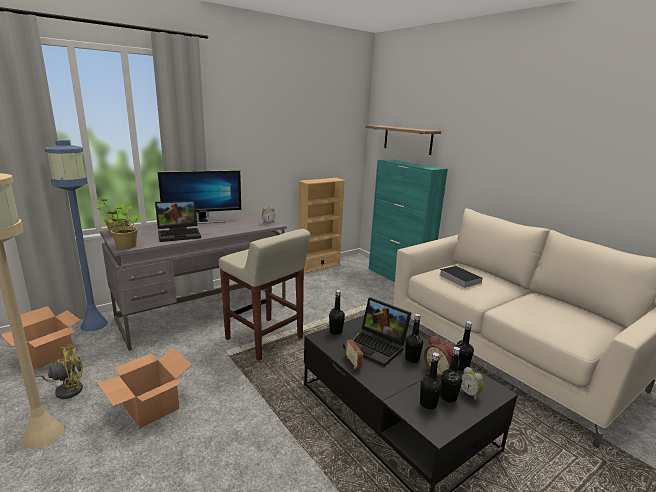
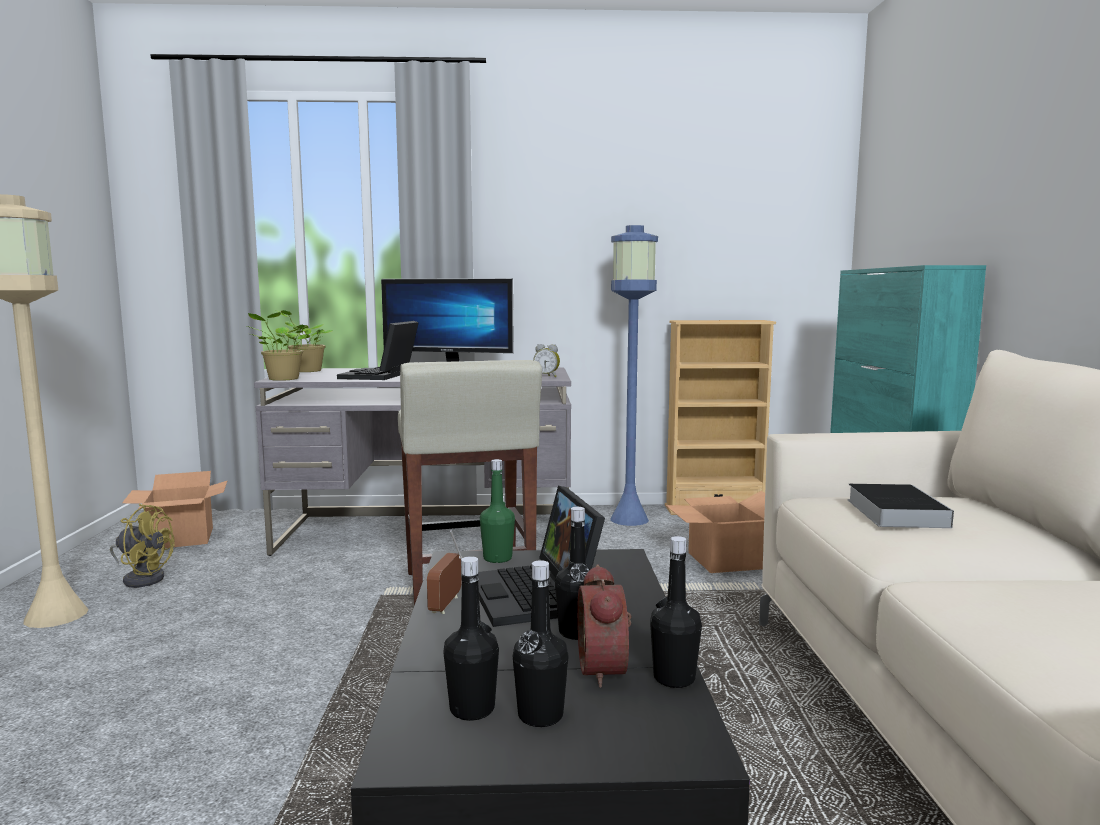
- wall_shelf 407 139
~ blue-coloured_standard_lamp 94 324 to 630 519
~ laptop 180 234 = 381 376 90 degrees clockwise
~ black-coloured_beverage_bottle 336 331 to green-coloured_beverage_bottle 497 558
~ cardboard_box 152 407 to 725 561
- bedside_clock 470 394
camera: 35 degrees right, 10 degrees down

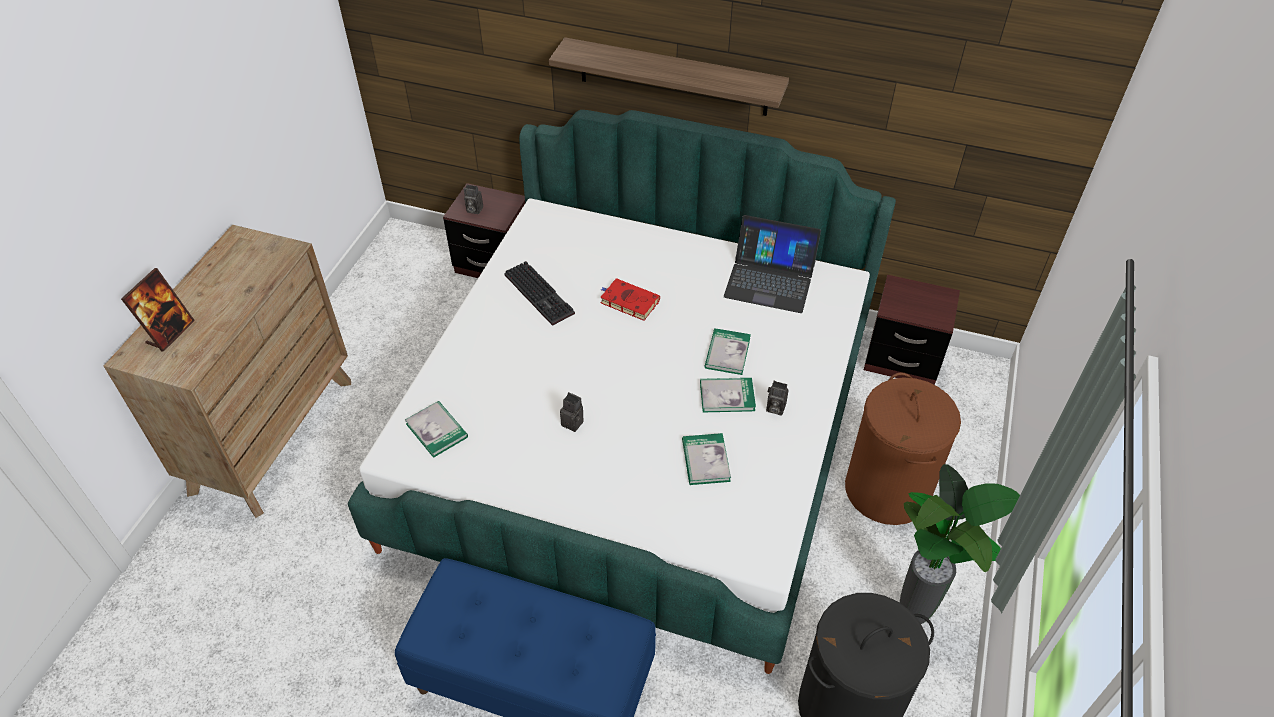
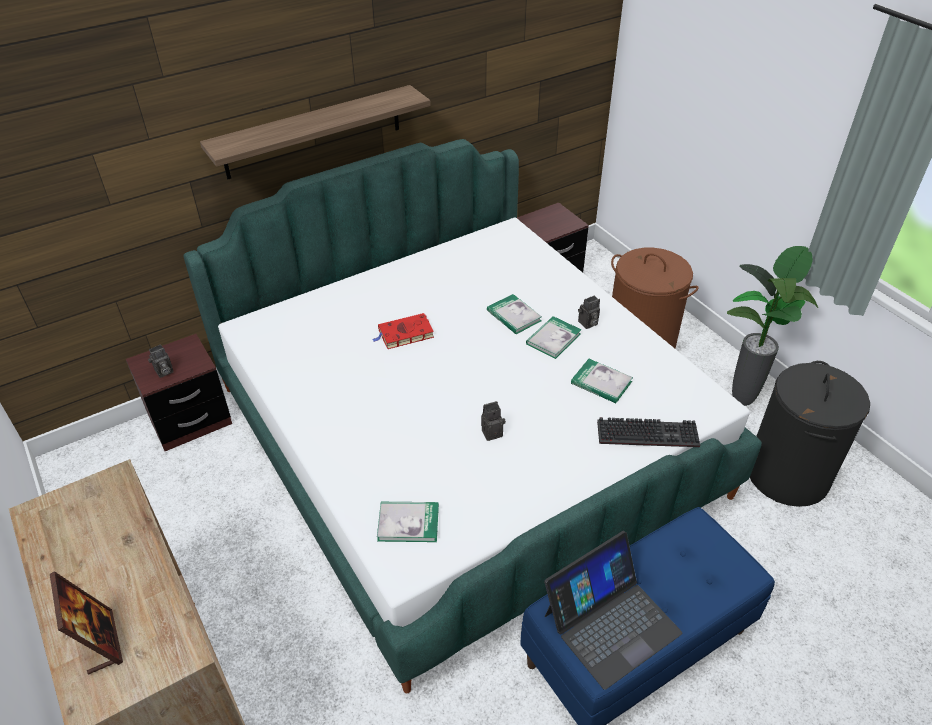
~ laptop 770 280 to 611 622
~ keyboard 541 294 to 649 433
camera: 50 degrees left, 5 degrees down

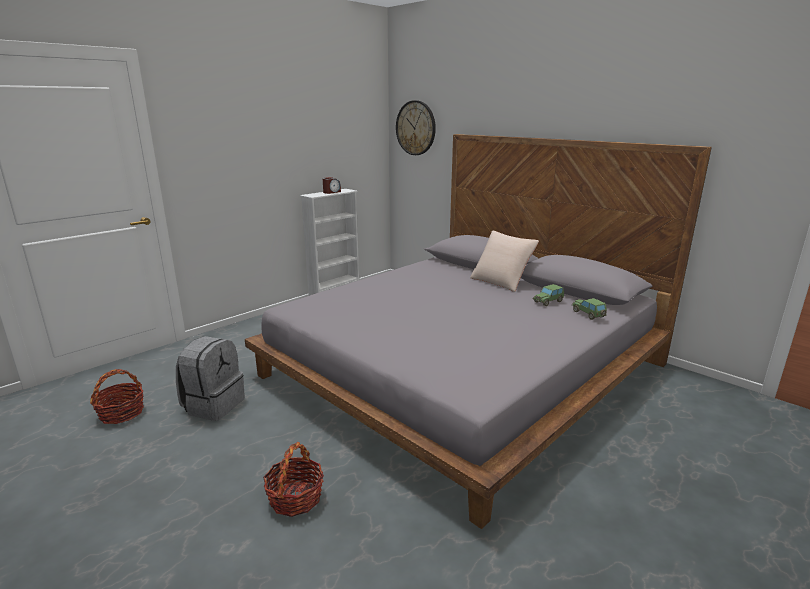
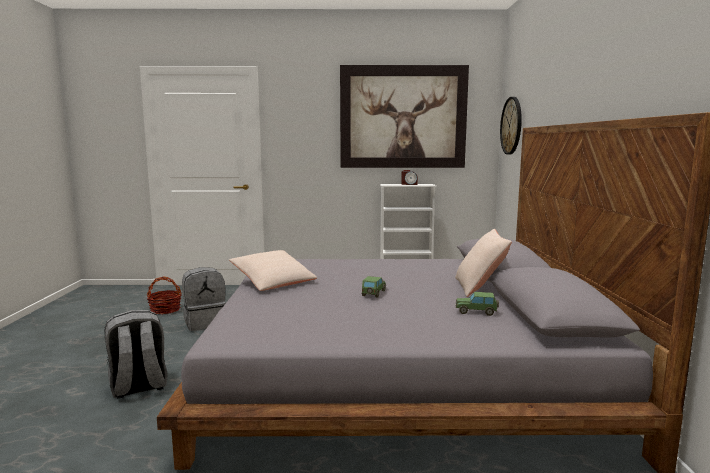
~ model_car 588 314 to 373 293
~ basket 295 498 to grey_rucksack 138 387
+ wall_art 403 117
+ beige-coloured_pillow 273 282
camera: 45 degrees right, 10 degrees down

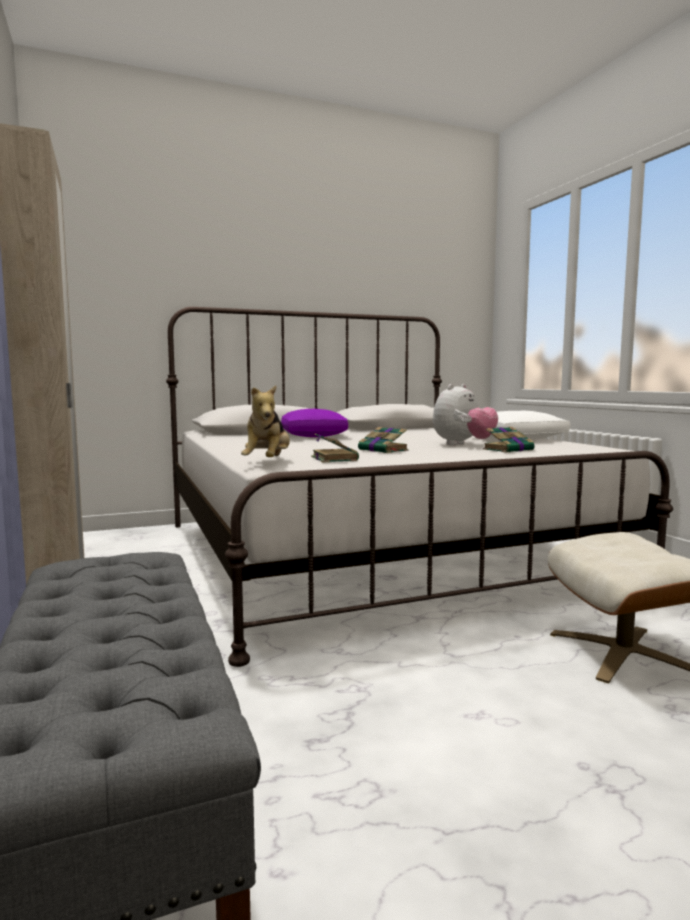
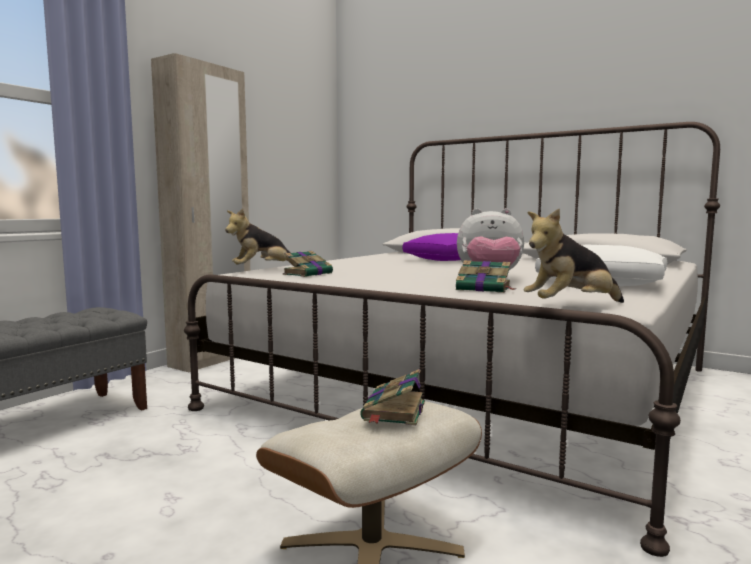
~ book 383 450 to 393 411
+ soft_toy 571 307
camera: 55 degrees right, 0 degrees up

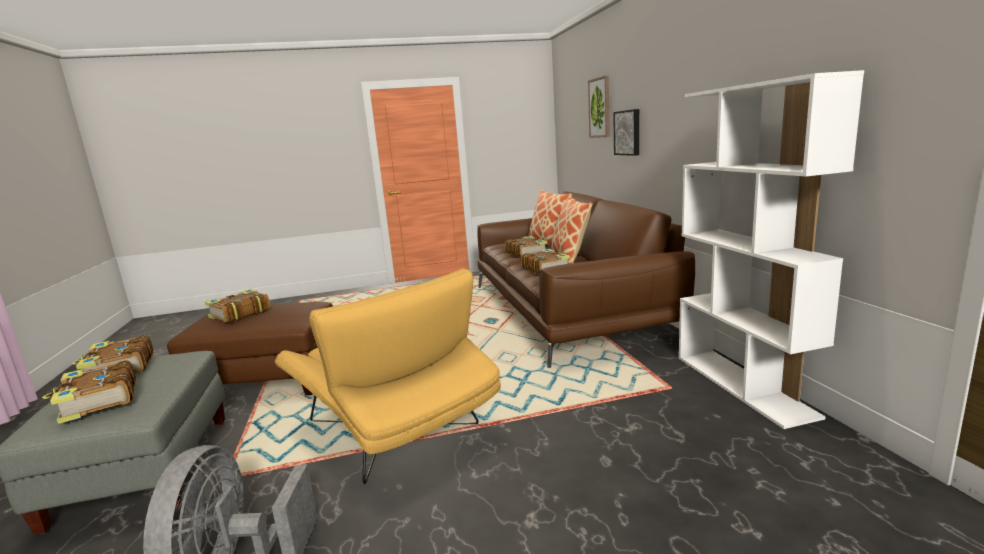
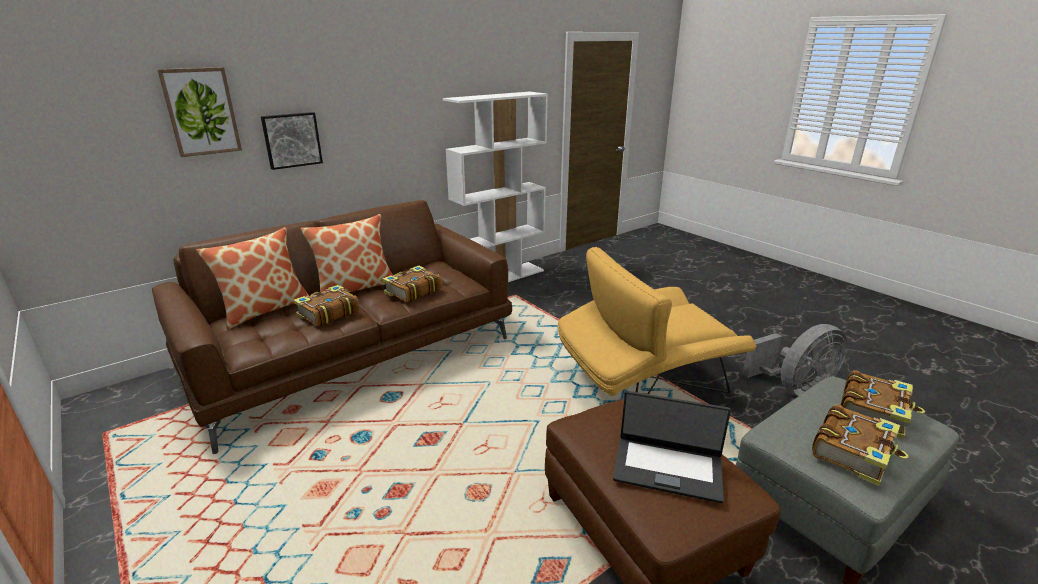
~ yellowish_armchair 396 430 = 643 382 135 degrees counterclockwise
~ book 239 314 to laptop 668 468
camera: 115 degrees left, 10 degrees up

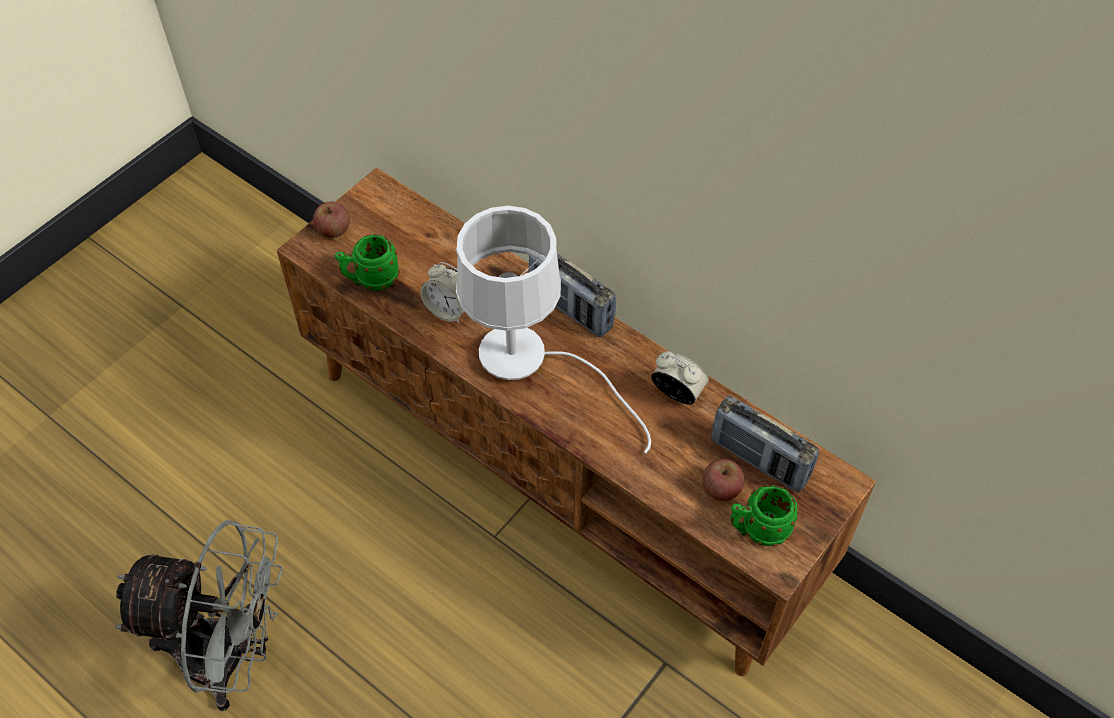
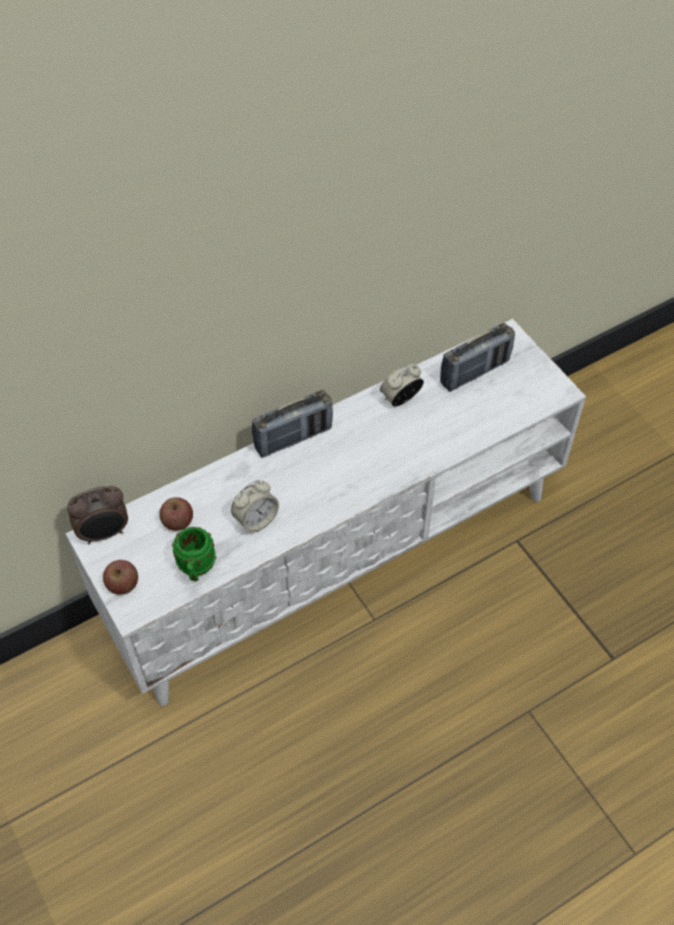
~ brown_tv_unit 560 474 to white_tv_unit 337 557
- white_lamp_for_a_table 530 365
~ whole_apple 721 488 to 178 521
- green-coloured_tea_mug 757 530
- grey_fan 231 657
+ bedside_clock 104 533
camera: 70 degrees left, 0 degrees up

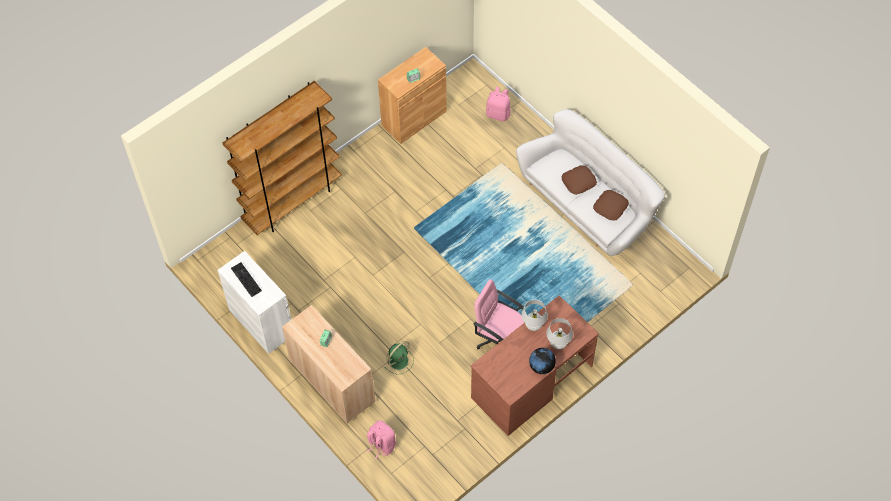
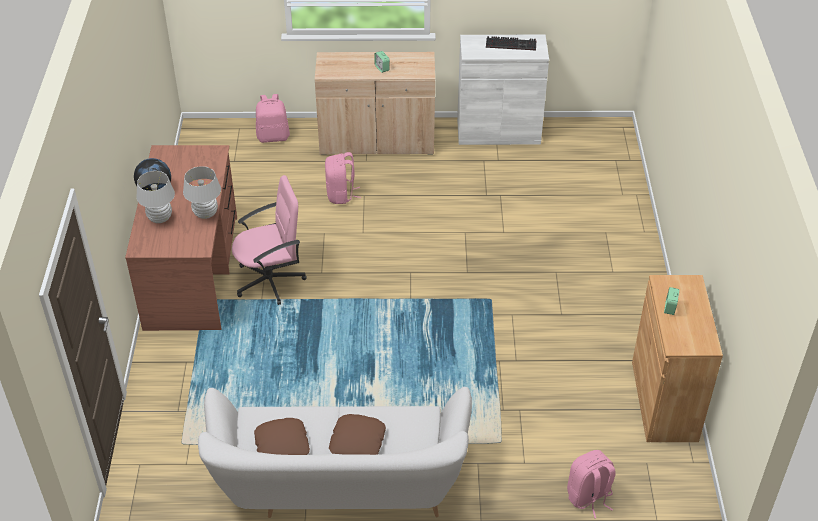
- brown_shelving_unit 292 202
~ green-coloured_fan 399 360 to pink_rucksack 341 195
camera: 130 degrees right, 15 degrees down

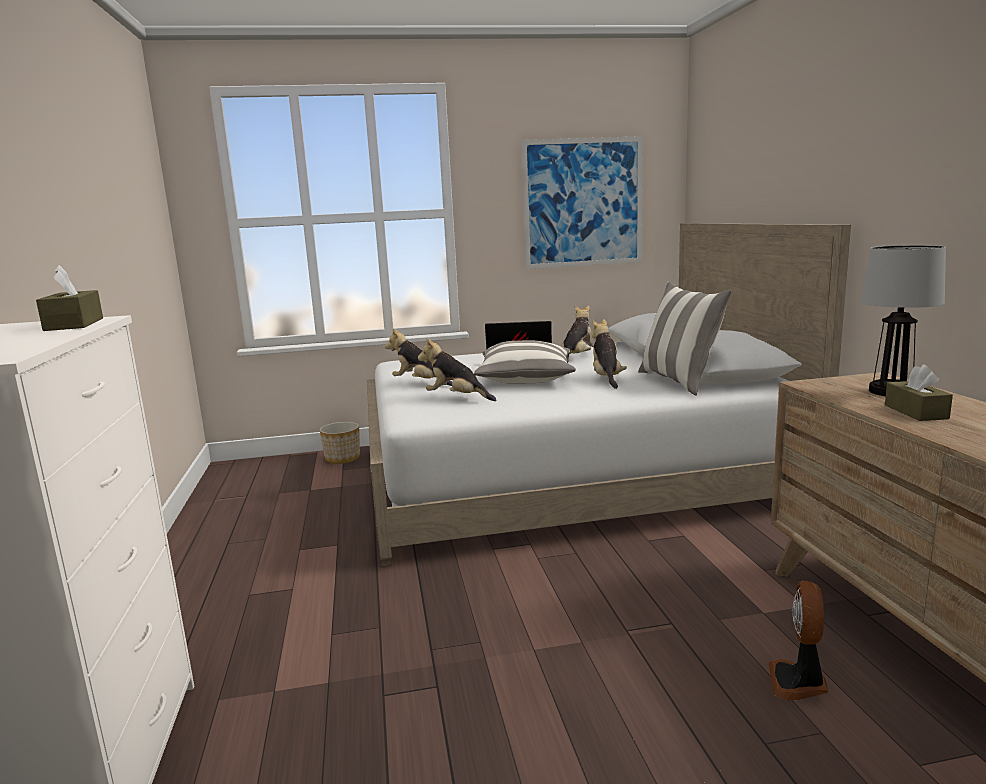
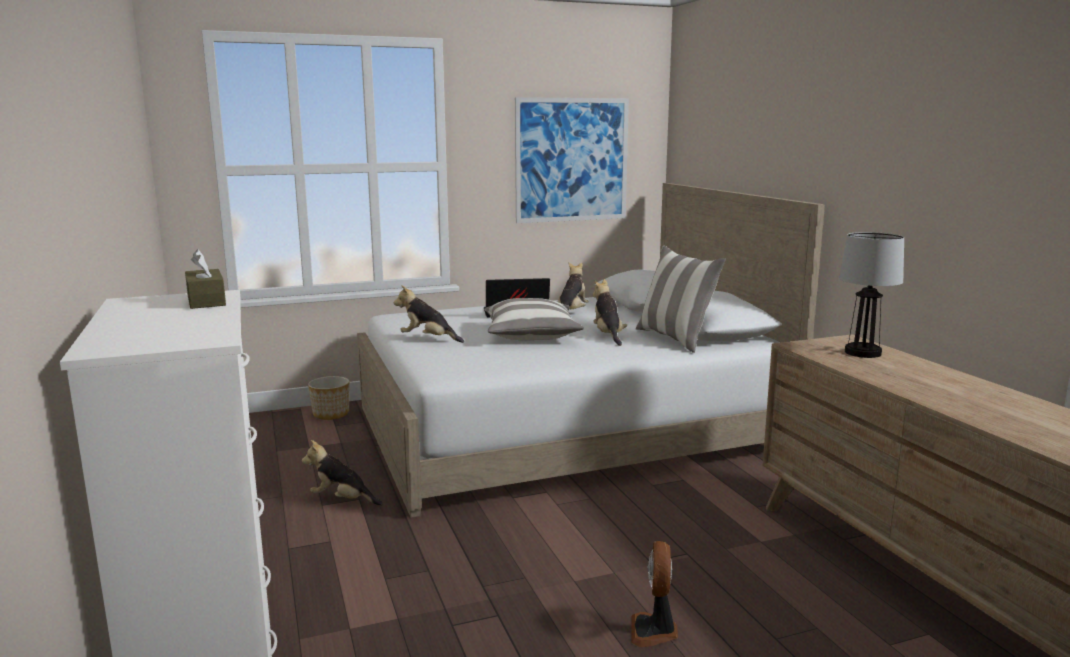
~ soft_toy 456 398 to 342 500
- brown_box_of_tissues 915 412
~ fan 798 682 to 654 631
camera: 10 degrees left, 0 degrees up

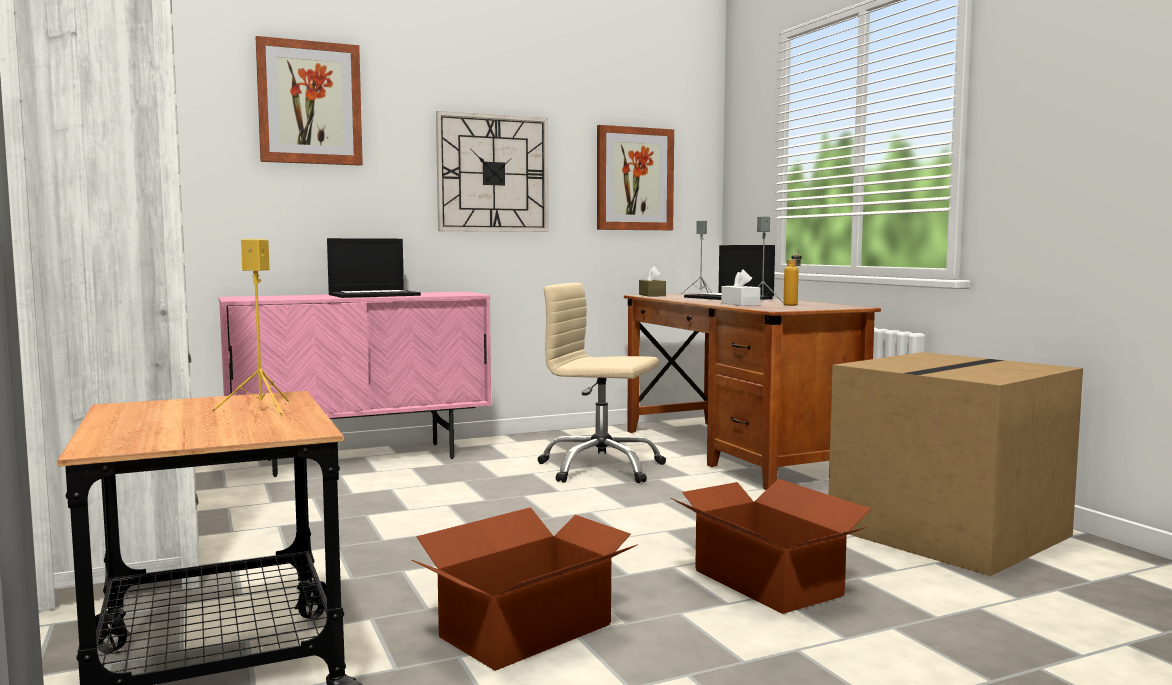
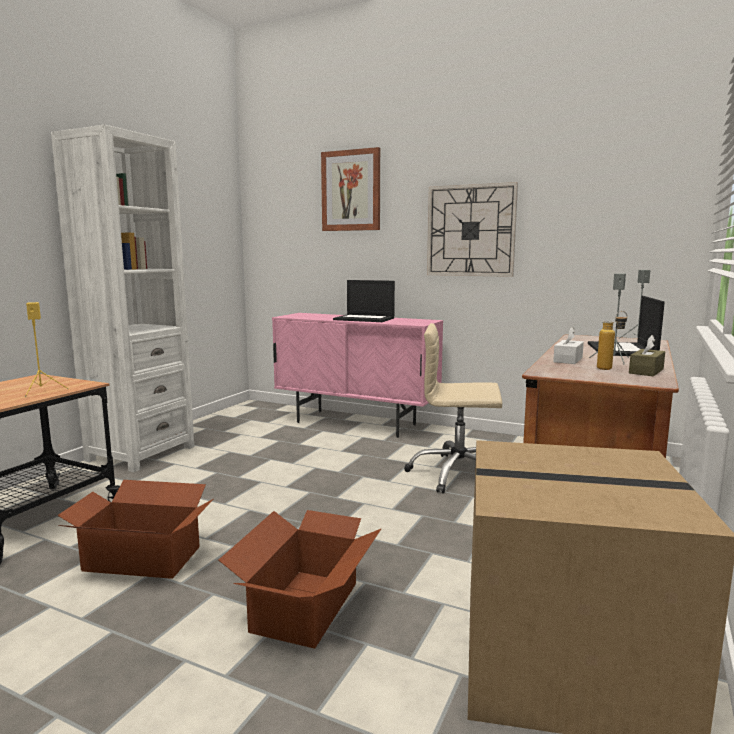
- wall_art 634 179
~ brown_box_of_tissues 652 295 to 646 371
~ beige-coloured_computer_chair 600 468 = 458 474 60 degrees counterclockwise
camera: 50 degrees right, 5 degrees up

